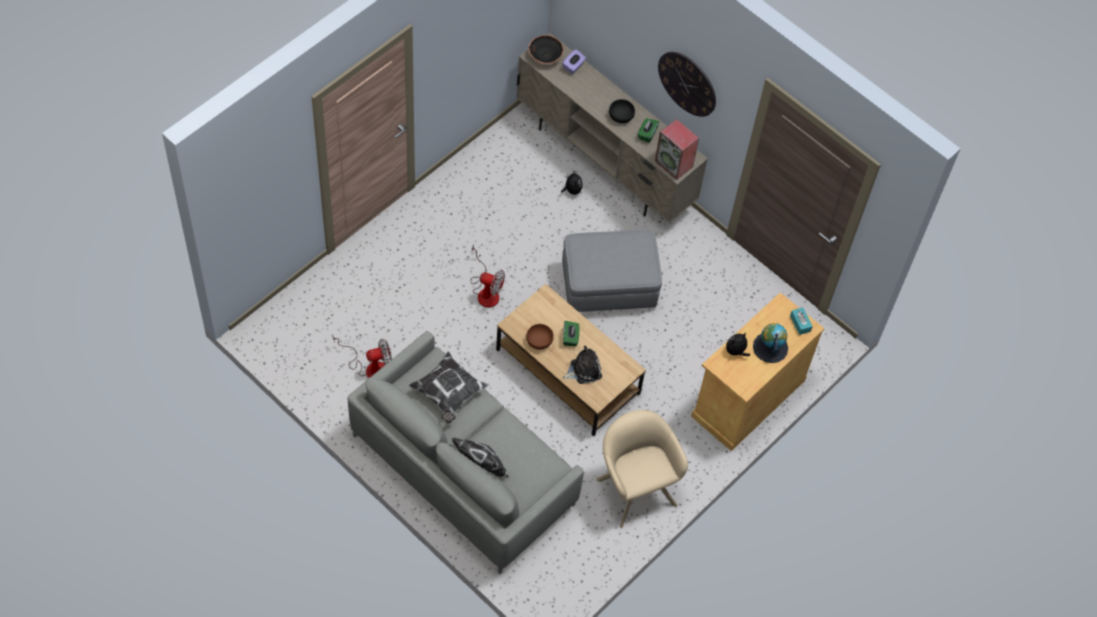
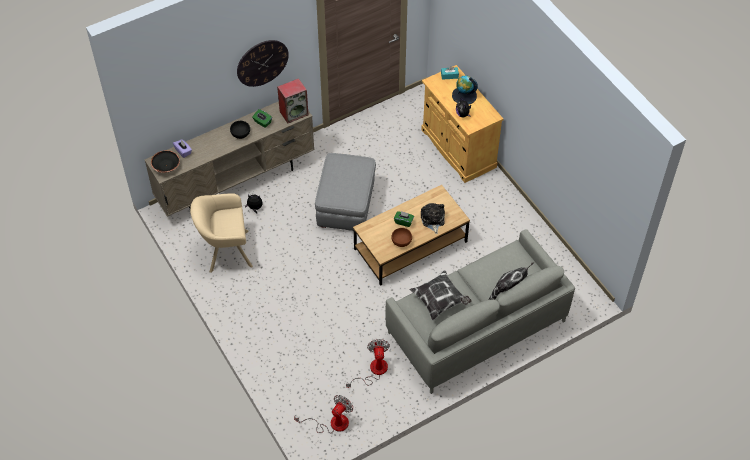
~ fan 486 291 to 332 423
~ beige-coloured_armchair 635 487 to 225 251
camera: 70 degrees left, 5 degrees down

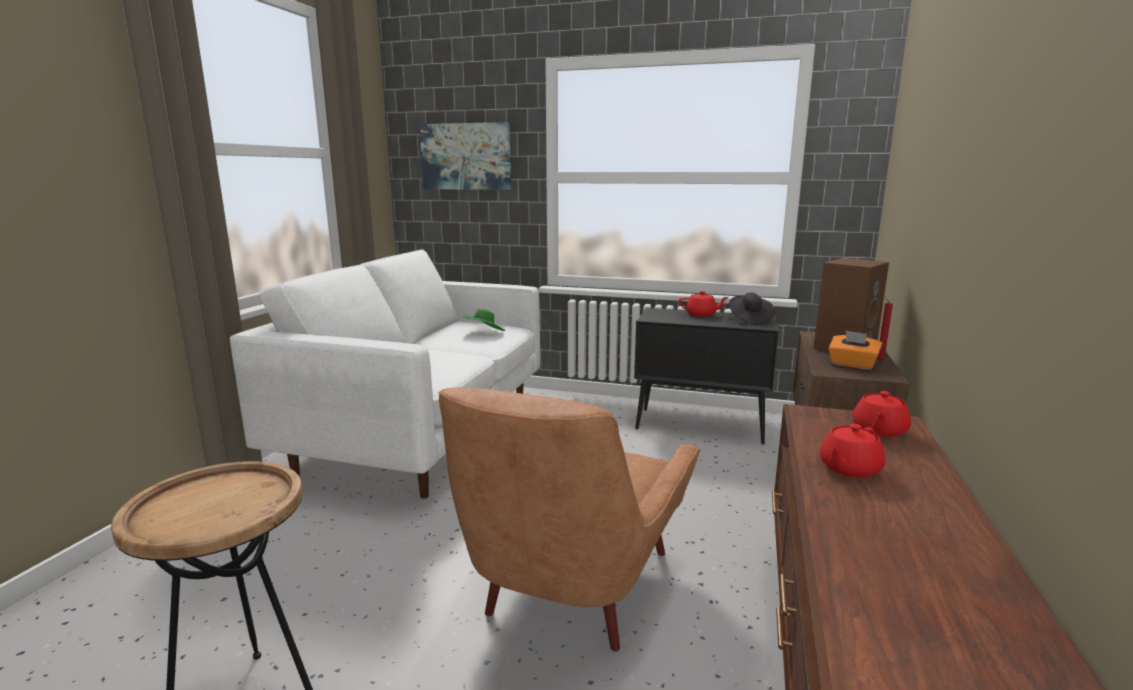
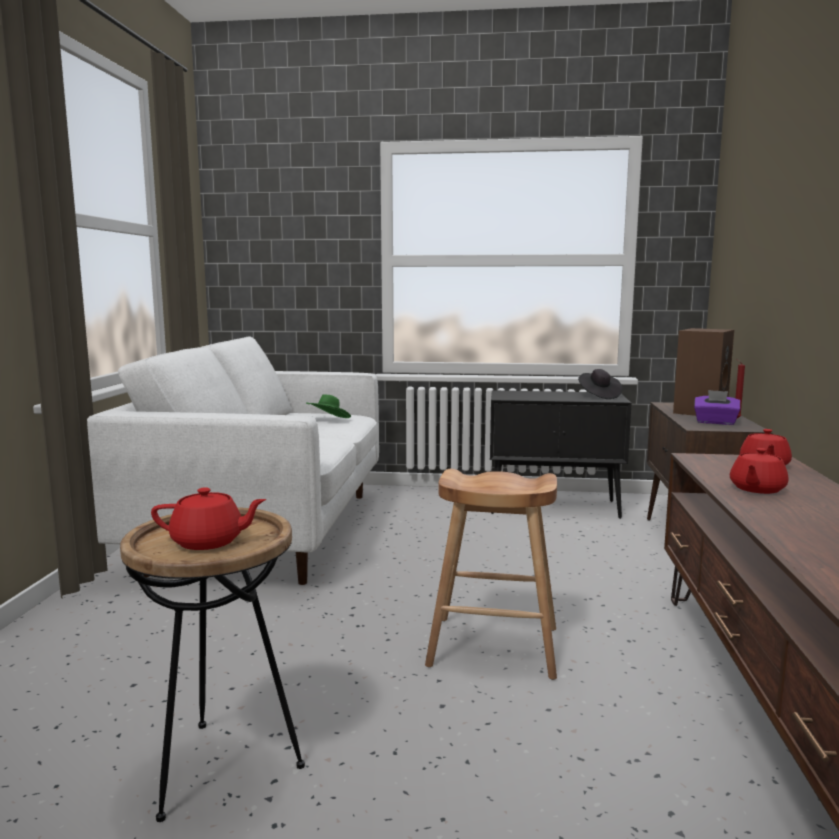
- wall_art 466 156
~ red-coloured_pot_for_tea 701 315 to 209 542
~ orangey_box_of_tissues 852 365 to purple_box_of_tissues 715 422
~ brown_armchair 569 593 to brown_sitting_stool 494 647
camera: 10 degrees left, 5 degrees down

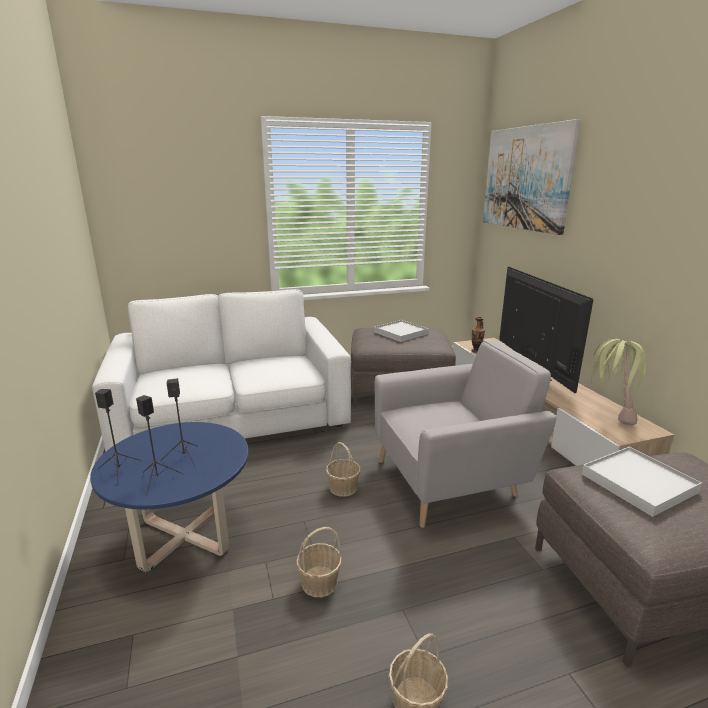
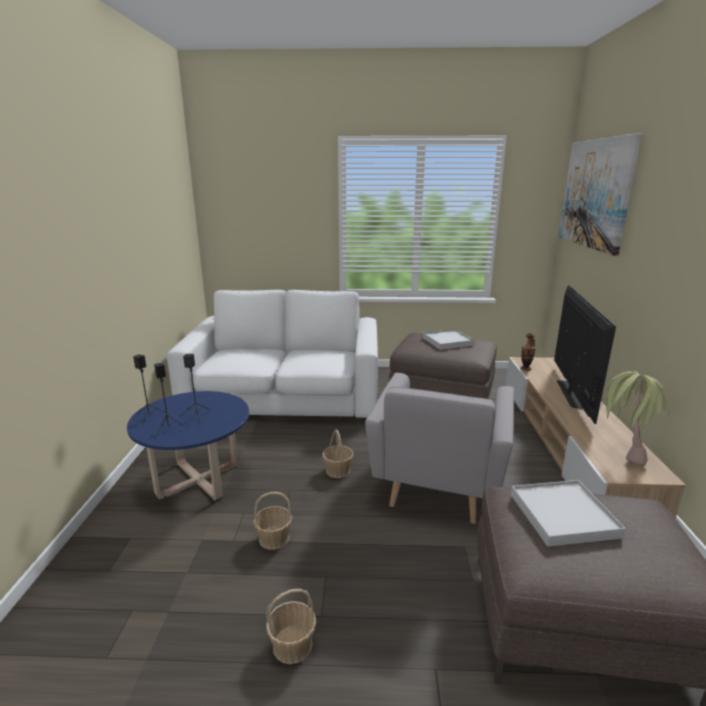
~ grey_armchair 451 480 = 438 485 105 degrees clockwise
camera: 20 degrees right, 0 degrees up

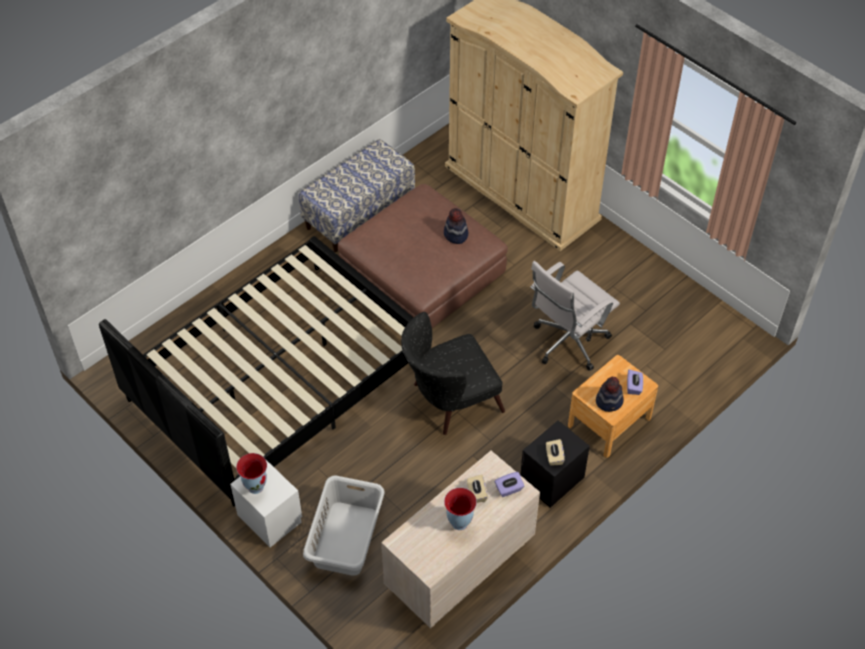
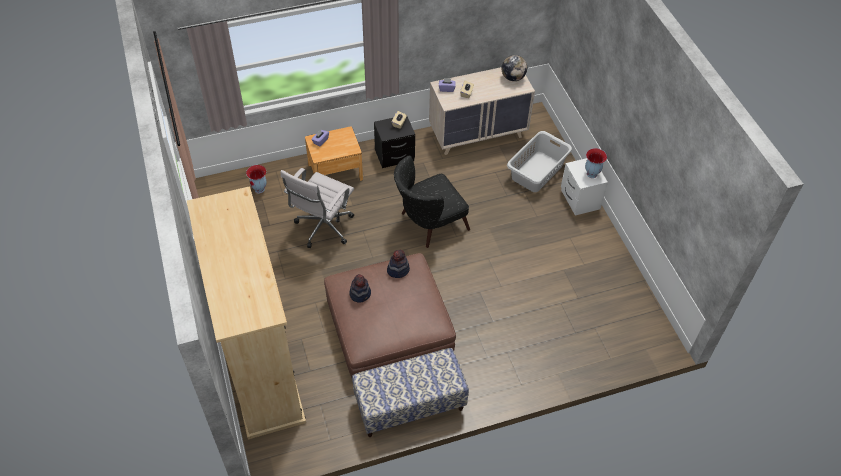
- black-coloured_bed 277 378
~ white_computer_chair 567 343 = 322 229 135 degrees clockwise
~ black-coloured_armchair 449 400 = 428 224 150 degrees clockwise
~ hat 609 401 to 398 270
~ vase 459 522 to 259 189
+ world_globe 513 77
camera: 155 degrees left, 0 degrees up

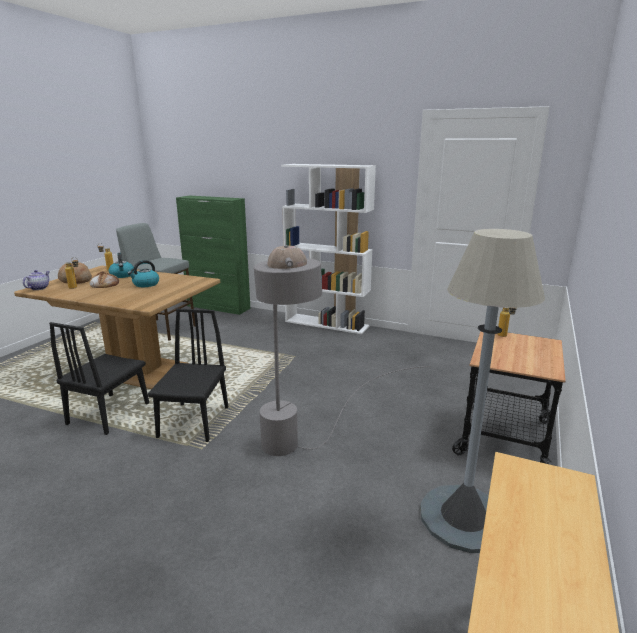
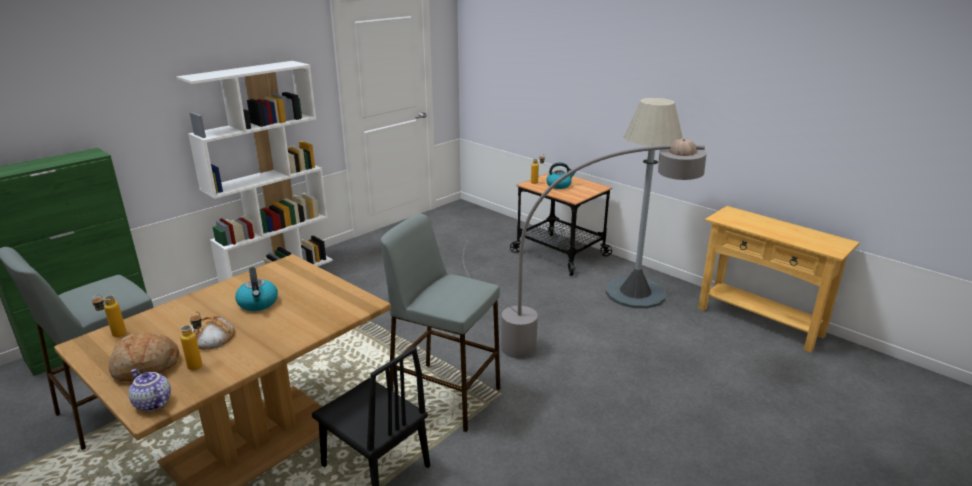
~ kettle 122 275 to 559 185
~ black-coloured_plain_chair 194 422 to grey_sitting_stool 444 395
camera: 70 degrees left, 5 degrees up

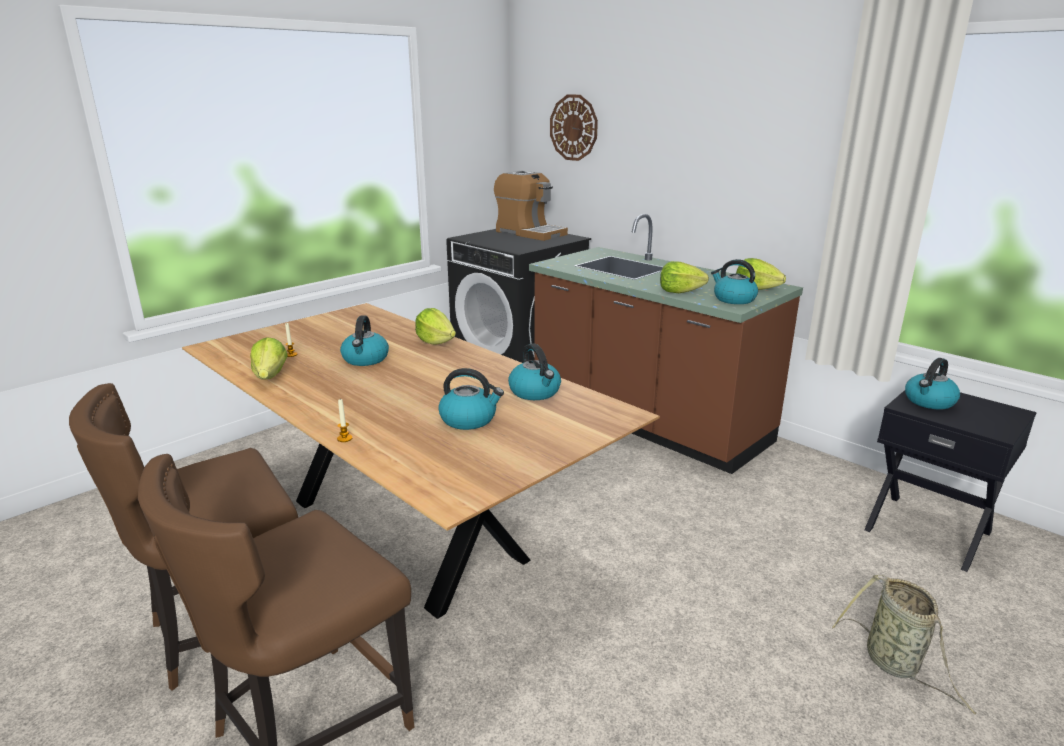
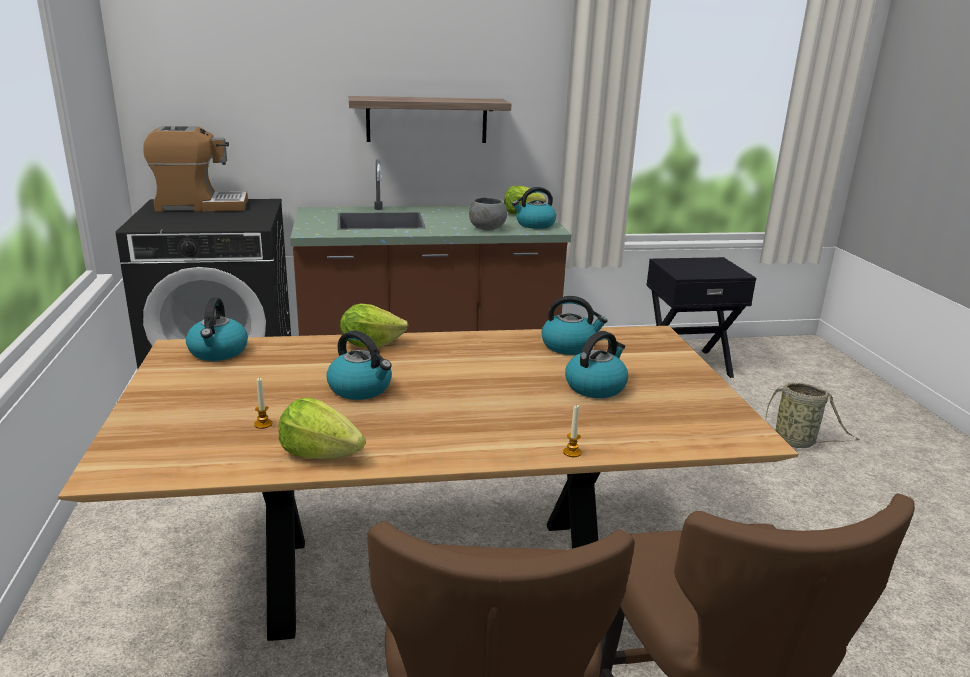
- clock_on_the_wall 573 127
~ head_of_lettuce 679 291 to grey_bowl 487 229
~ kettle 929 402 to 218 352
+ wall_shelf 427 120
camera: 55 degrees left, 0 degrees up

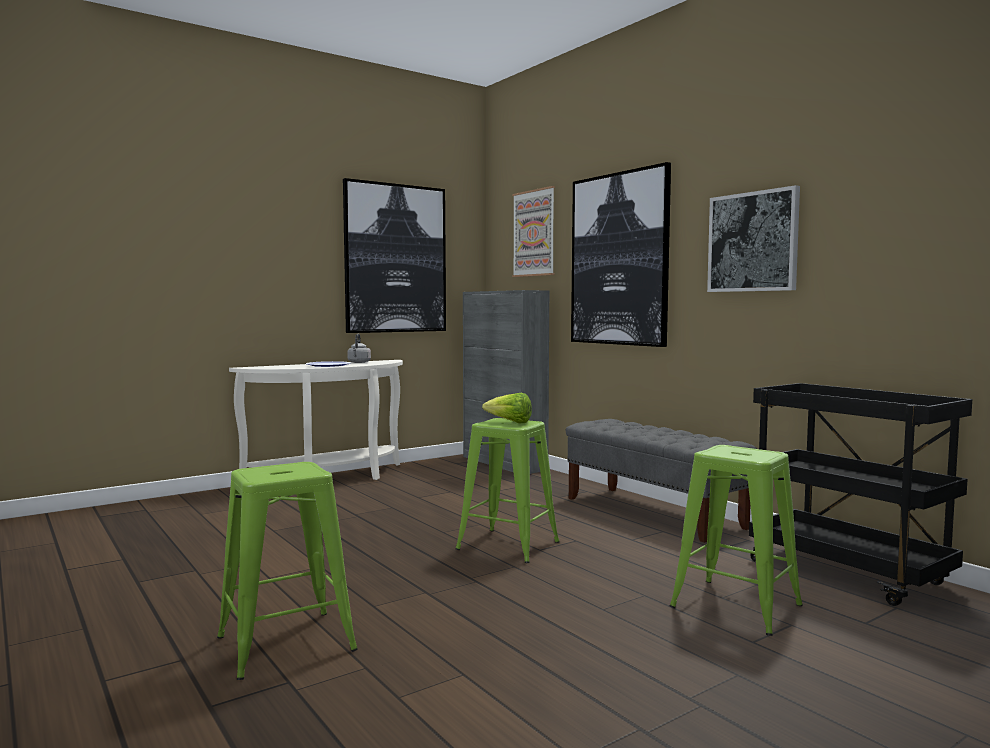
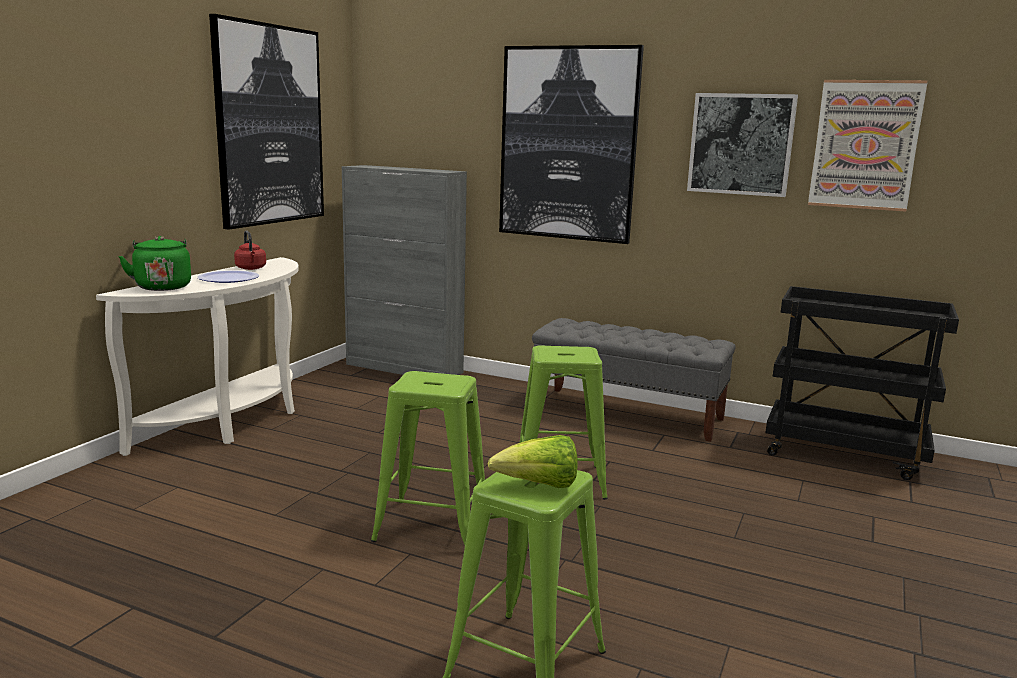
~ wall_art 534 233 to 865 145
~ grey_kettle 359 362 to red-coloured_kettle 251 268
~ head_of_lettuce 510 422 to 539 486
~ green-coloured_sitting_stool 735 606 to 431 526
+ green-coloured_kettle 162 286
camera: 30 degrees left, 10 degrees up

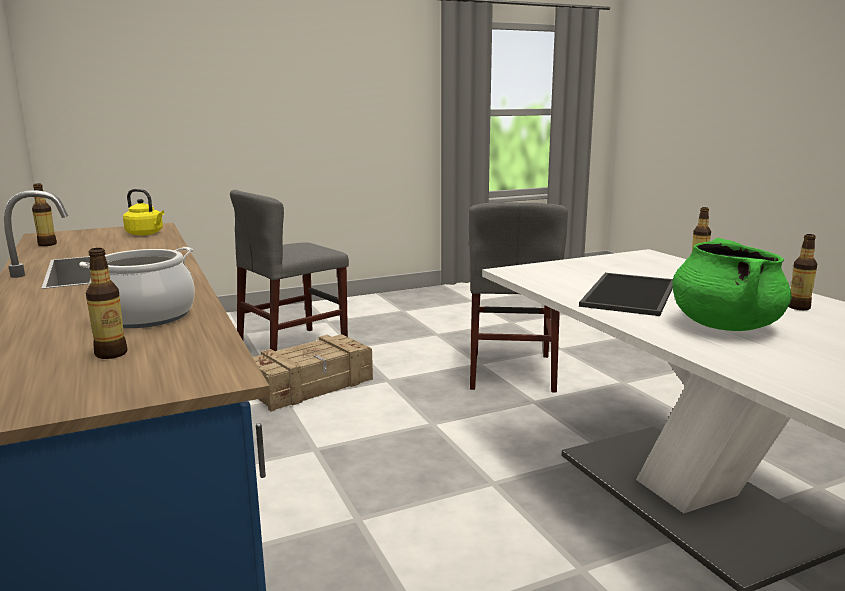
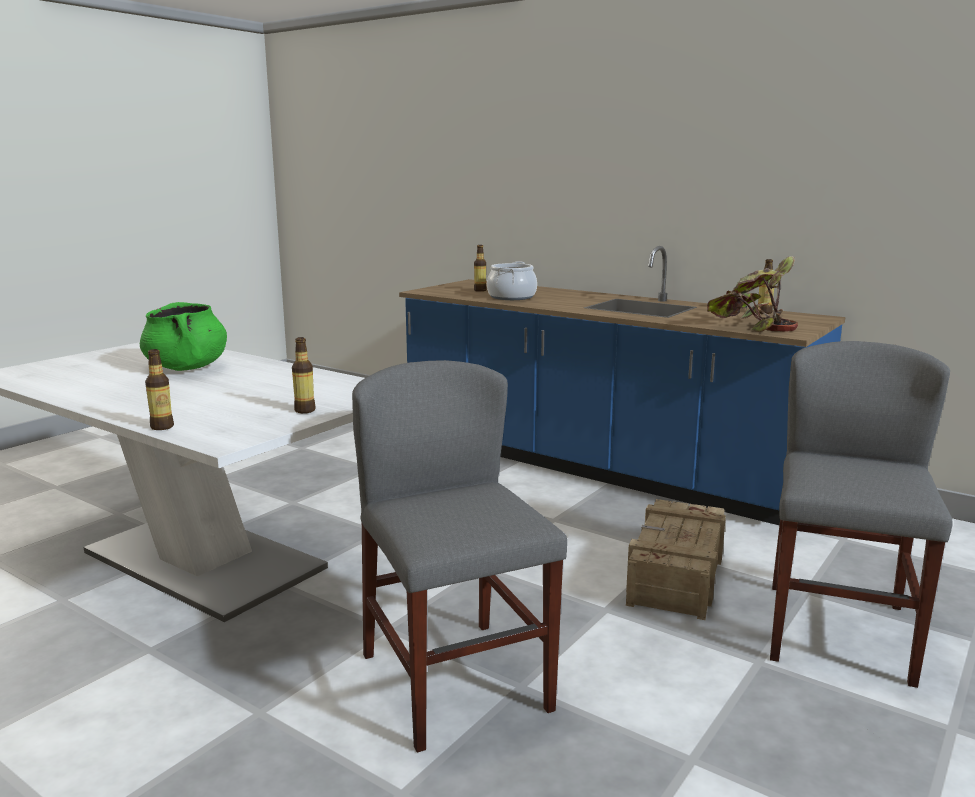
~ yellowish_kettle 146 234 to houseplant 751 327
~ beverage_bottle 798 307 to 305 410
- serving_tray 627 293
camera: 150 degrees right, 0 degrees up

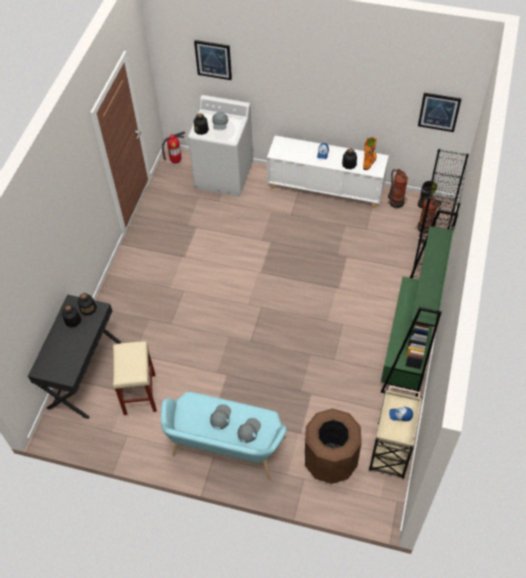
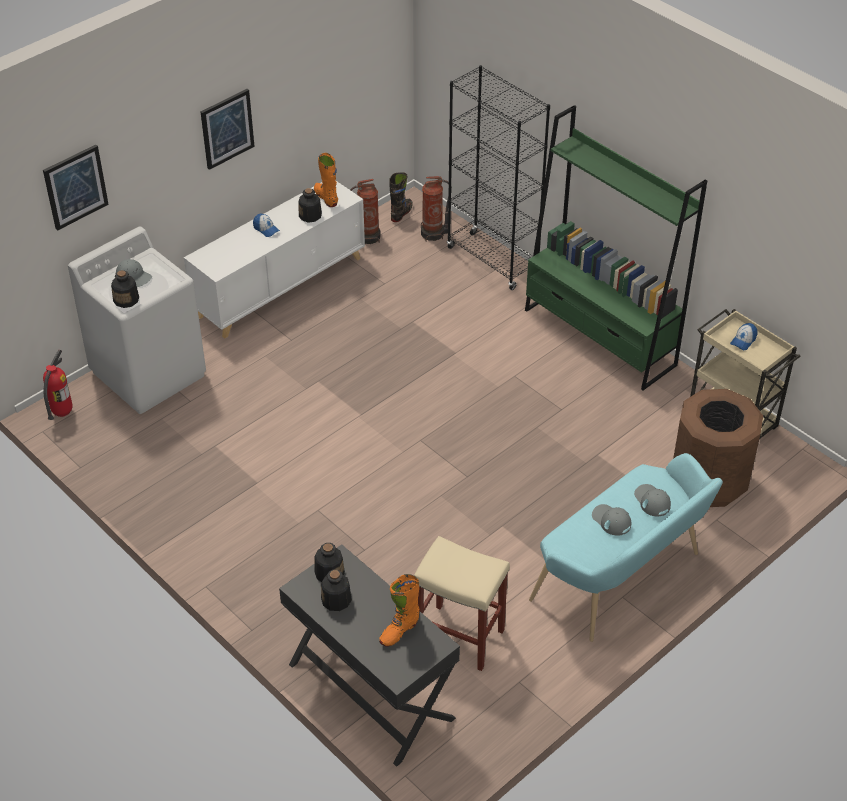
~ wall_art 439 111 to 227 128
+ orangey_high-top_boot 399 631
camera: 60 degrees left, 10 degrees down

